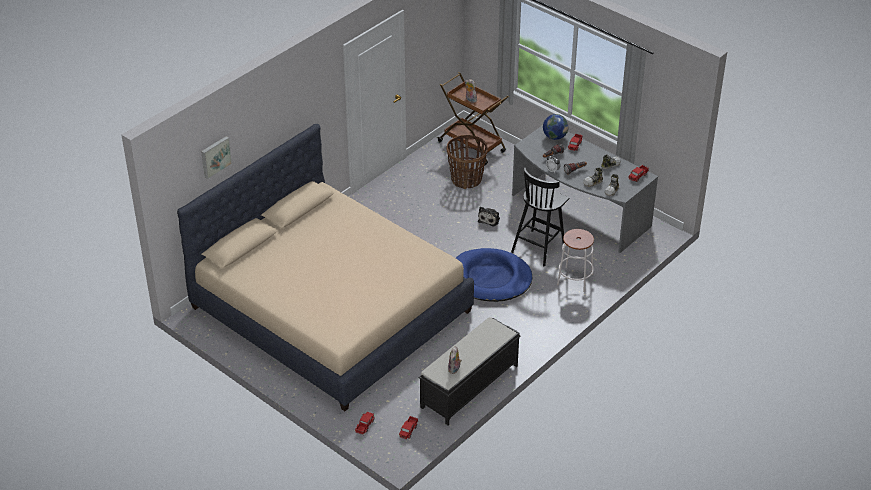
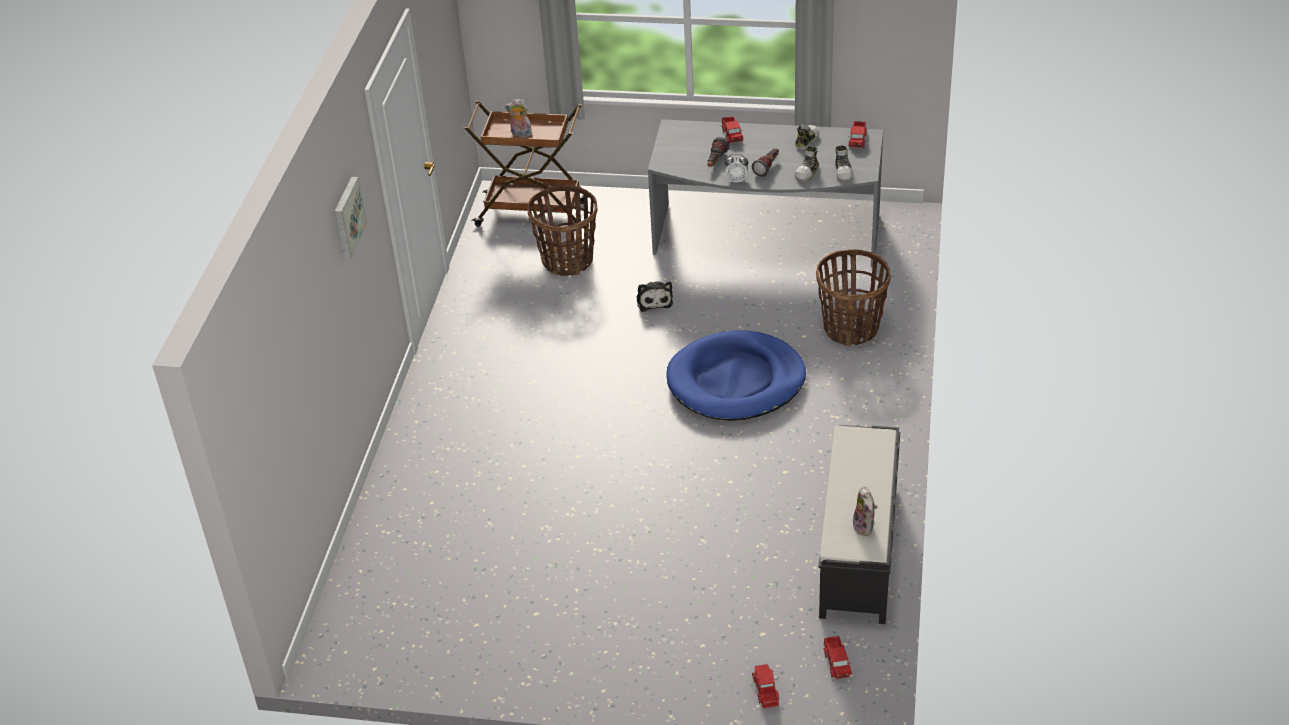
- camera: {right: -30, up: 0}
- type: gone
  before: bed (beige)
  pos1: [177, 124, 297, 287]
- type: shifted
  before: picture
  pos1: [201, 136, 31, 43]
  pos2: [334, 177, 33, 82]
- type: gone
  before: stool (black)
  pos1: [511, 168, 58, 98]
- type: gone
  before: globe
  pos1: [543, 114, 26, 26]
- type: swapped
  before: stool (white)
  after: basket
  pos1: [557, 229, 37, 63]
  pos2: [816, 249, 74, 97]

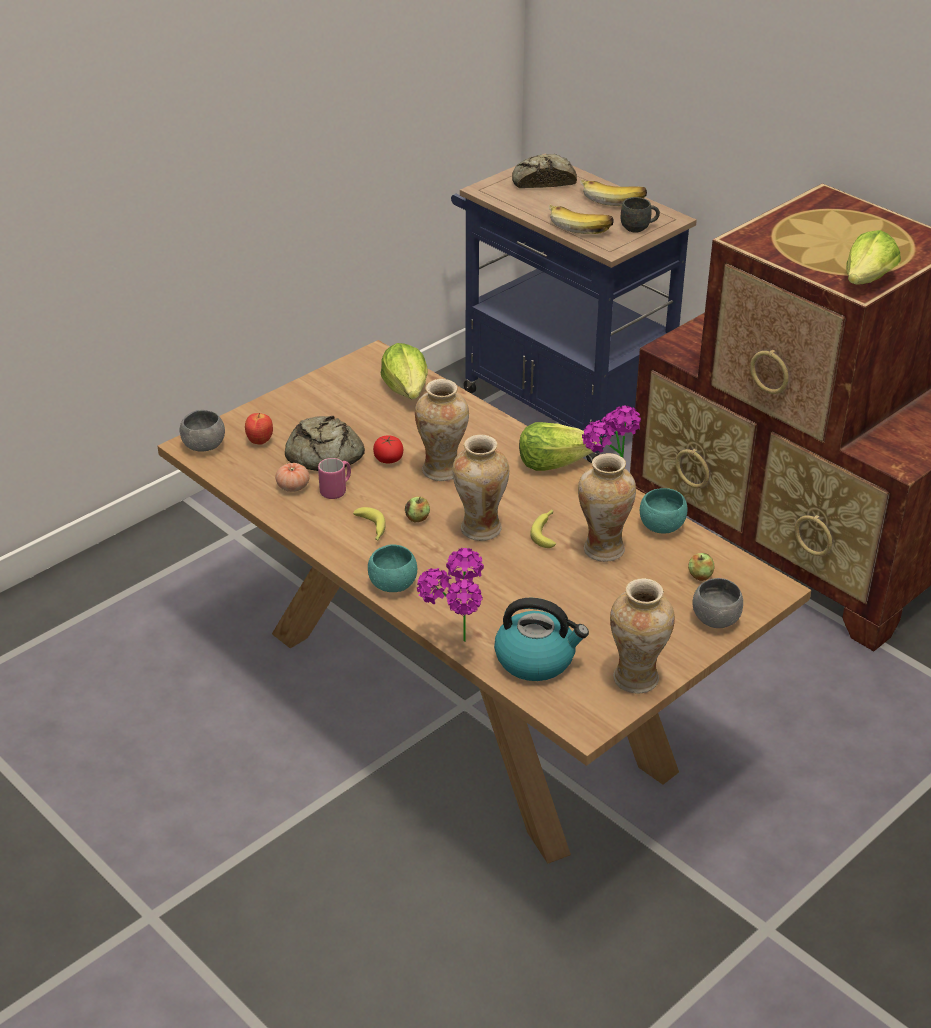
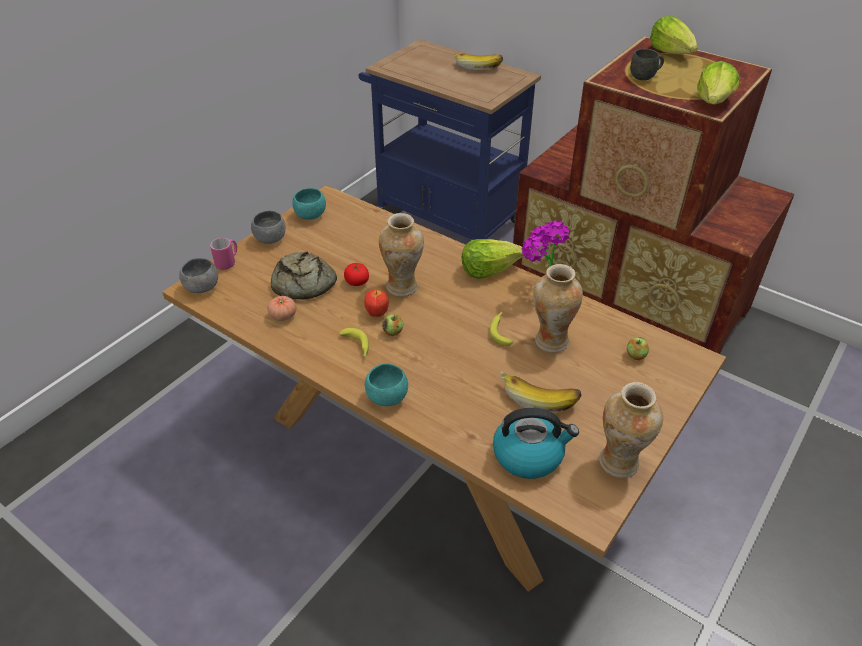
- camera: {right: -10, up: 5}
- type: shifted
  before: apple
  pos1: [245, 413, 28, 32]
  pos2: [364, 290, 25, 27]
- type: shifted
  before: mug (pink)
  pos1: [318, 458, 33, 41]
  pos2: [210, 238, 27, 32]
- type: shifted
  before: lettuce
  pos1: [381, 343, 47, 56]
  pos2: [650, 16, 48, 38]
- type: gone
  before: potted plant
  pos1: [417, 548, 67, 94]
- type: gone
  before: vase
  pos1: [452, 434, 57, 107]
- type: gone
  before: bread
  pos1: [512, 154, 65, 34]
- type: shifted
  before: banana
  pos1: [549, 204, 64, 30]
  pos2: [500, 371, 81, 42]
- type: shifted
  before: mug (grey)
  pos1: [621, 197, 39, 36]
  pos2: [630, 49, 34, 32]
- type: shifted
  before: bowl (turquoise)
  pos1: [640, 488, 48, 46]
  pos2: [292, 188, 34, 32]
- type: shifted
  before: bowl (grey)
  pos1: [693, 578, 50, 50]
  pos2: [251, 210, 35, 34]

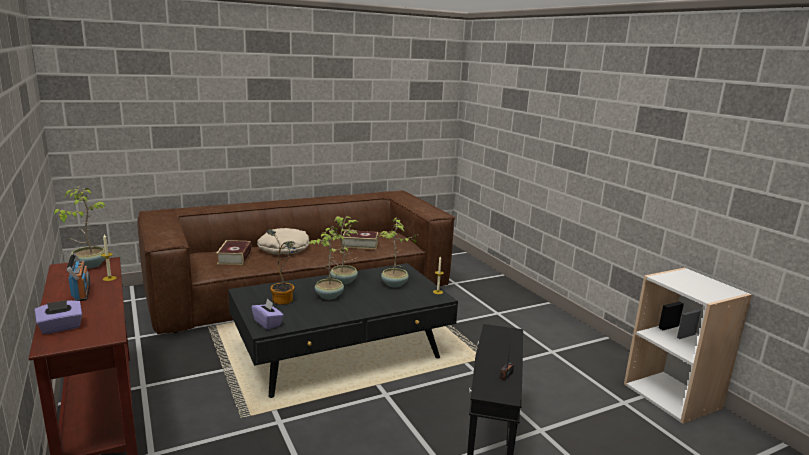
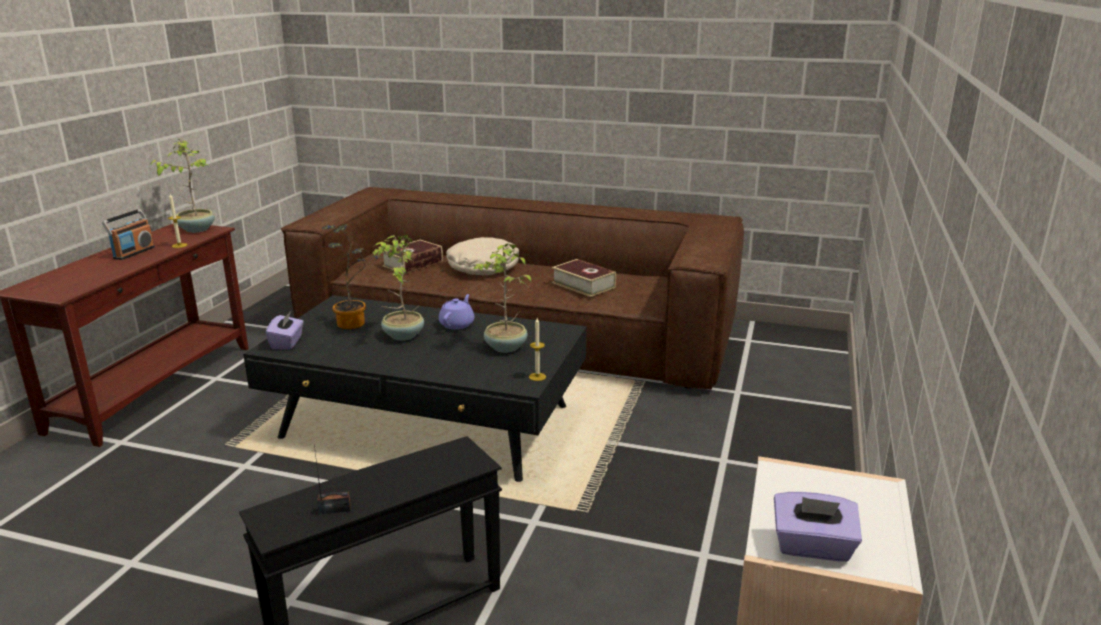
- camera: {right: 45, up: 5}
- type: shifted
  before: tissue box (purple)
  pos1: [35, 300, 47, 34]
  pos2: [774, 492, 88, 70]
- type: swapped
  before: potted plant
  after: teapot (purple)
  pos1: [330, 216, 29, 68]
  pos2: [439, 294, 35, 36]

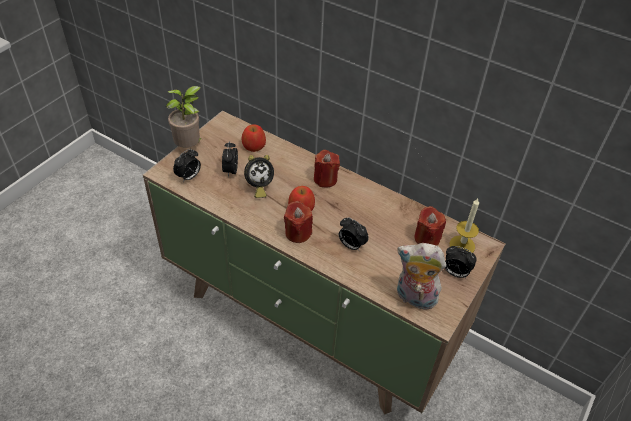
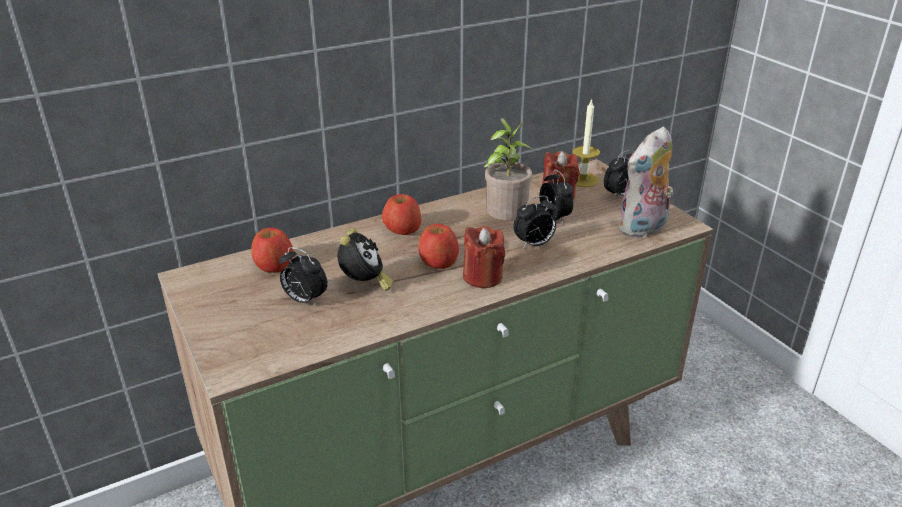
- camera: {right: -60, up: -15}
- type: shifted
  before: potted plant
  pos1: [166, 86, 36, 62]
  pos2: [484, 118, 49, 103]
- type: shifted
  before: alarm clock
  pos1: [173, 149, 28, 34]
  pos2: [540, 169, 33, 54]
- type: swapped
  before: candle (red)
  after: apple
  pos1: [314, 150, 26, 38]
  pos2: [382, 194, 39, 41]

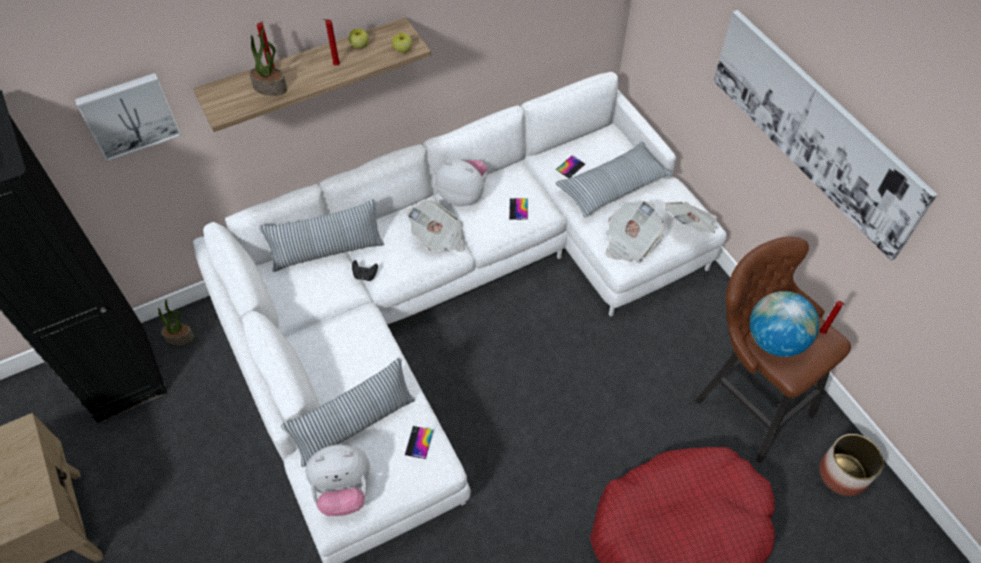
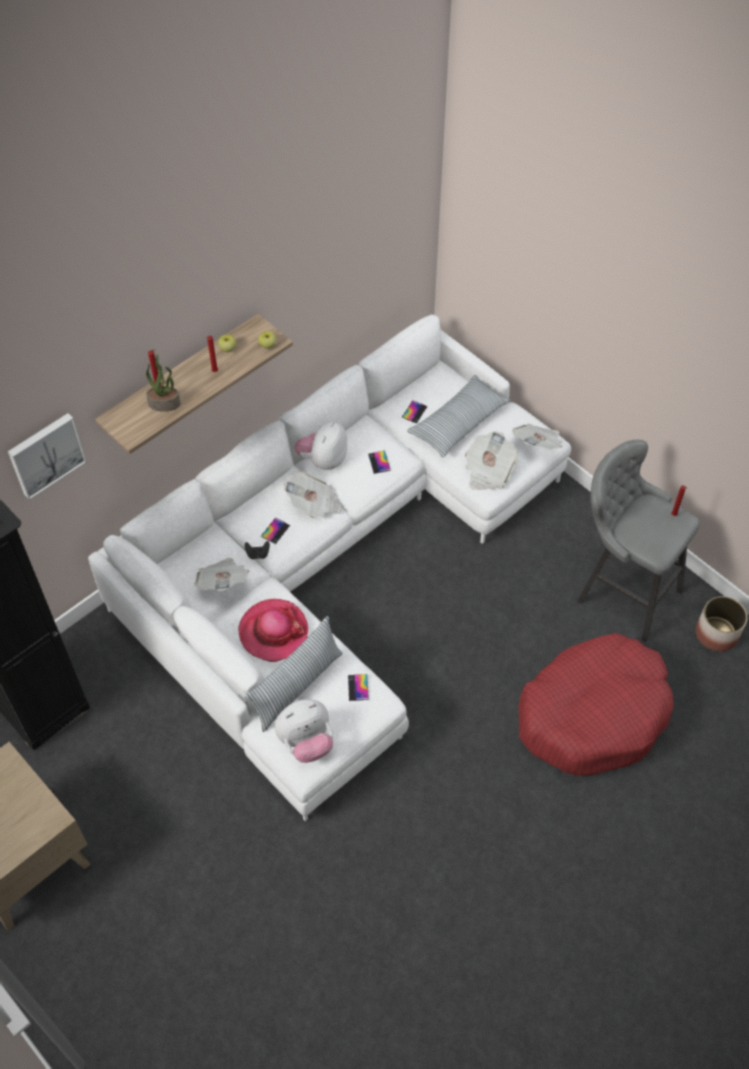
- camera: {right: -15, up: 0}
- type: gone
  before: potted plant
  pos1: [158, 299, 36, 47]
- type: gone
  before: pillow
  pos1: [259, 199, 125, 73]
- type: rotated
  before: plush toy
  pos1: [435, 160, 52, 46]
  pos2: [294, 421, 53, 49]
  turn: -75
- type: repainted
  before: stool (brown)
  after: stool (grey)
  pos1: [695, 237, 156, 227]
  pos2: [577, 440, 123, 203]
- type: gone
  before: picture
  pos1: [714, 10, 224, 251]
- type: gone
  before: globe
  pos1: [750, 291, 69, 66]
- type: new
  after: newspaper
  pos2: [194, 558, 55, 33]
- type: new
  after: hat
  pos2: [239, 599, 69, 63]
- type: new
  after: phone
  pos2: [261, 518, 29, 26]

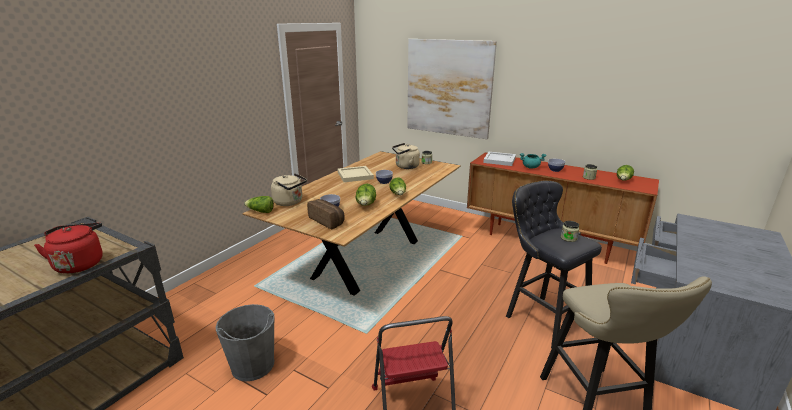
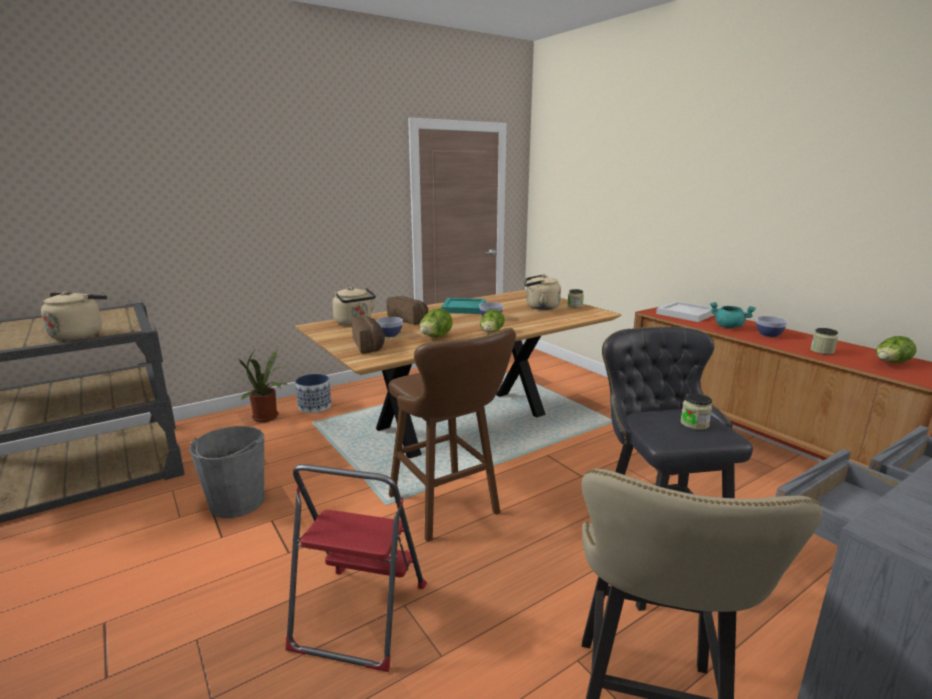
- camera: {right: 25, up: -5}
- type: repainted
  before: kettle (red)
  after: kettle (beige)
  pos1: [34, 223, 69, 51]
  pos2: [41, 291, 66, 49]
- type: gone
  before: lettuce
  pos1: [244, 196, 30, 17]
- type: repainted
  before: tray (beige)
  after: tray (turquoise)
  pos1: [338, 166, 36, 16]
  pos2: [441, 298, 45, 16]
- type: gone
  before: picture
  pos1: [407, 39, 90, 100]
- type: new
  after: potted plant
  pos2: [238, 348, 50, 74]
- type: new
  after: planter
  pos2: [295, 374, 36, 39]
- type: new
  after: bread
  pos2: [387, 296, 41, 29]
- type: new
  after: stool (brown)
  pos2: [388, 328, 128, 214]

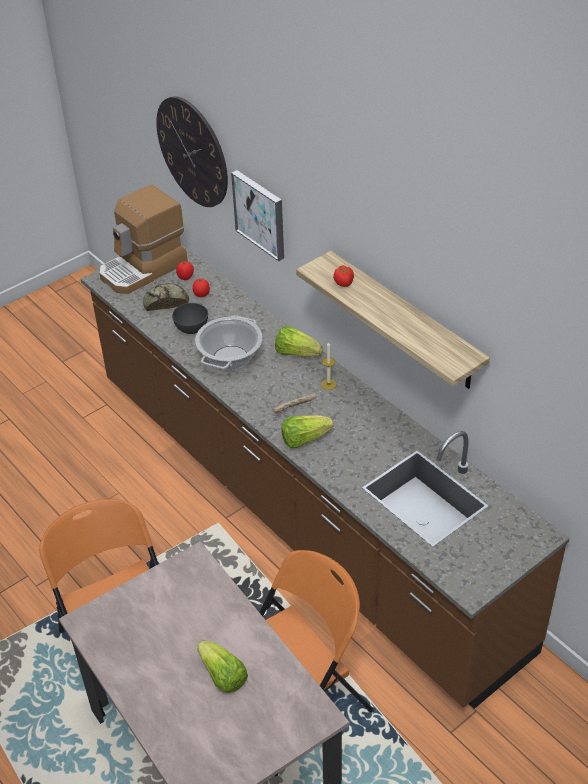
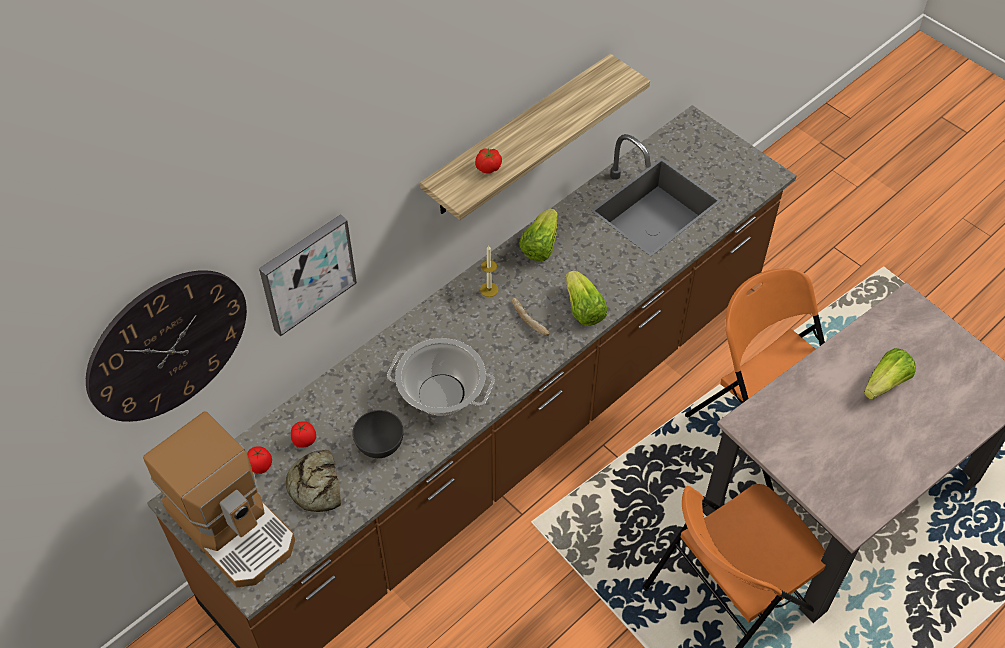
- camera: {right: -95, up: 10}
- type: shifted
  before: lettuce
  pos1: [275, 326, 48, 31]
  pos2: [519, 208, 39, 53]

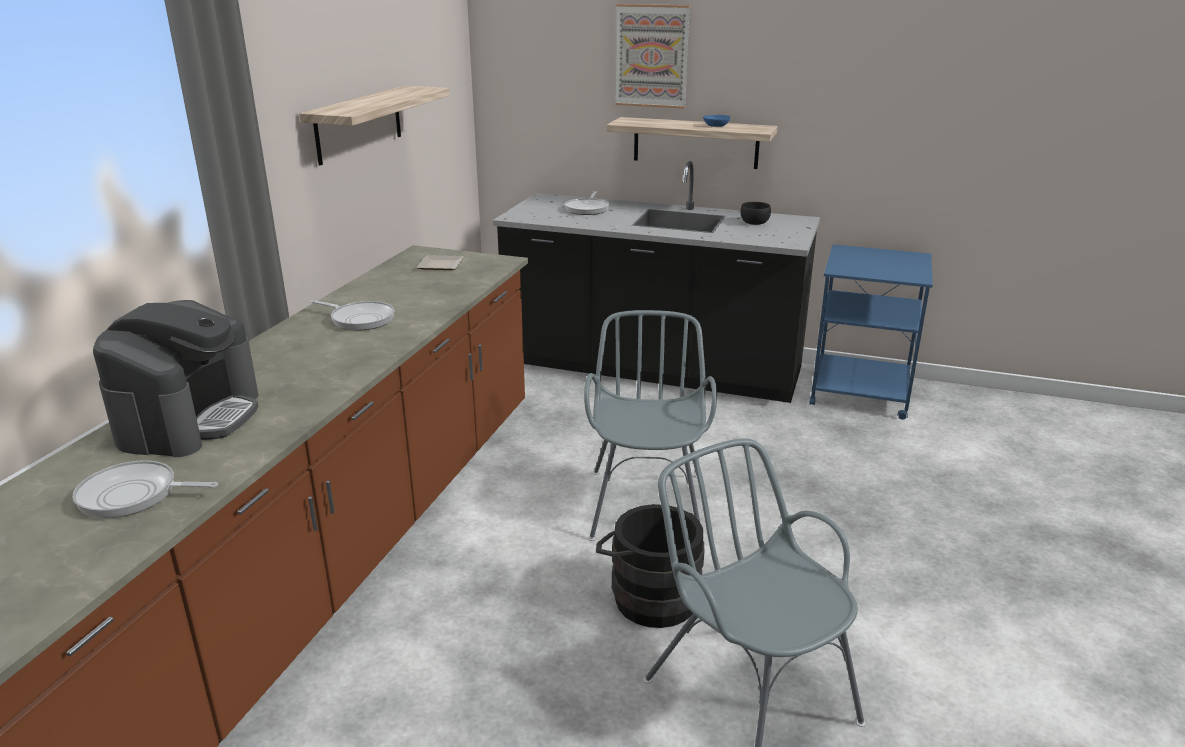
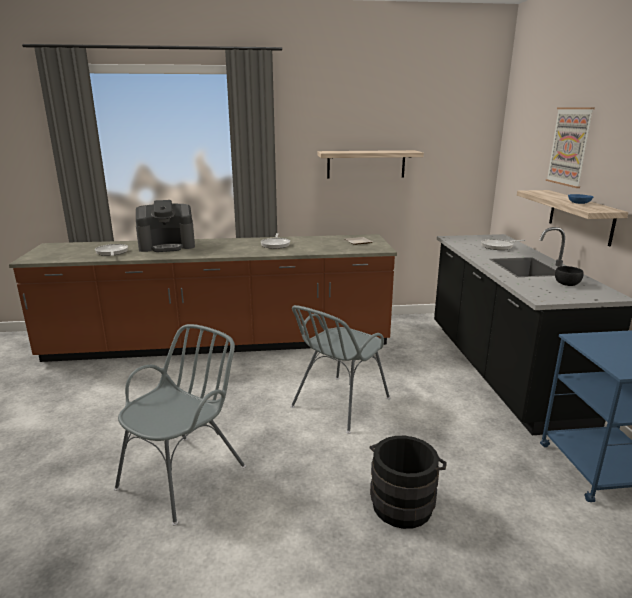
- camera: {right: 65, up: -5}
- type: rotated
  before: chair (grey)
  pos1: [584, 310, 133, 234]
  pos2: [290, 305, 100, 129]
  turn: 150
- type: shifted
  before: bucket (black)
  pos1: [596, 504, 108, 124]
  pos2: [370, 436, 77, 93]

